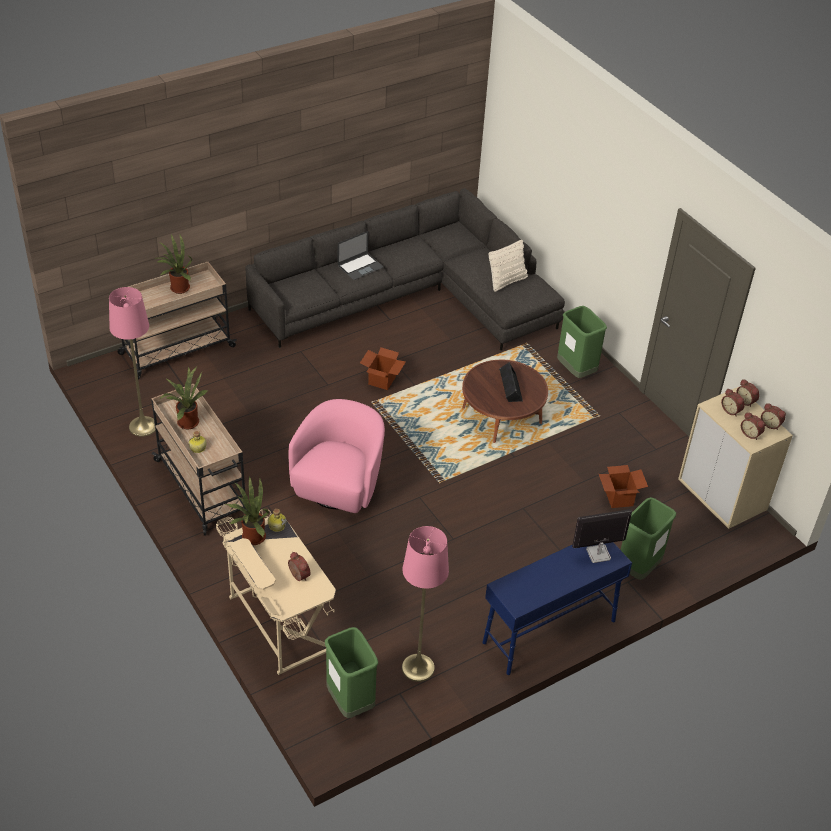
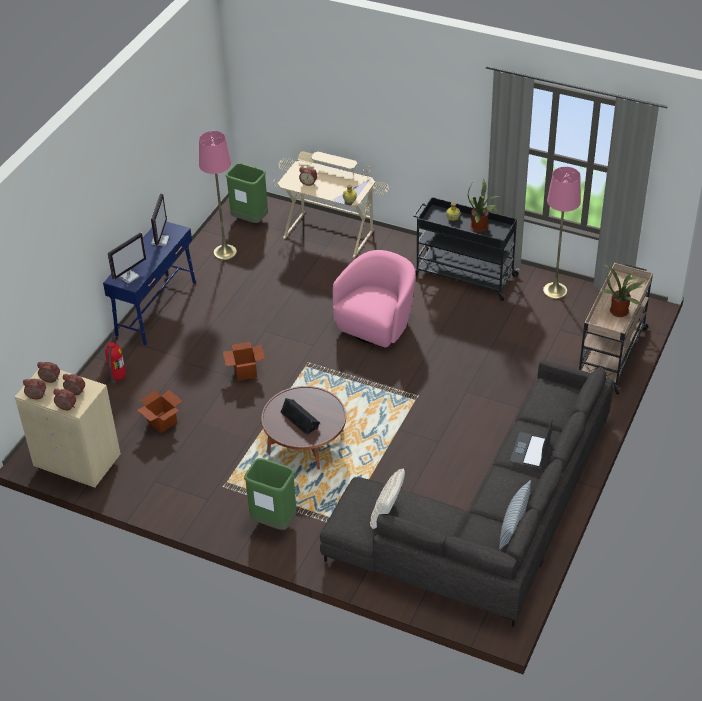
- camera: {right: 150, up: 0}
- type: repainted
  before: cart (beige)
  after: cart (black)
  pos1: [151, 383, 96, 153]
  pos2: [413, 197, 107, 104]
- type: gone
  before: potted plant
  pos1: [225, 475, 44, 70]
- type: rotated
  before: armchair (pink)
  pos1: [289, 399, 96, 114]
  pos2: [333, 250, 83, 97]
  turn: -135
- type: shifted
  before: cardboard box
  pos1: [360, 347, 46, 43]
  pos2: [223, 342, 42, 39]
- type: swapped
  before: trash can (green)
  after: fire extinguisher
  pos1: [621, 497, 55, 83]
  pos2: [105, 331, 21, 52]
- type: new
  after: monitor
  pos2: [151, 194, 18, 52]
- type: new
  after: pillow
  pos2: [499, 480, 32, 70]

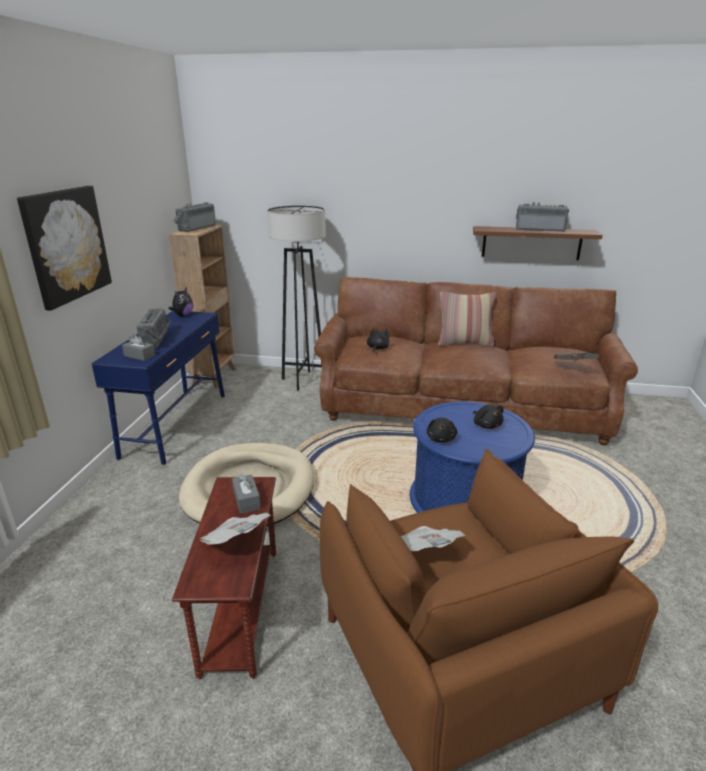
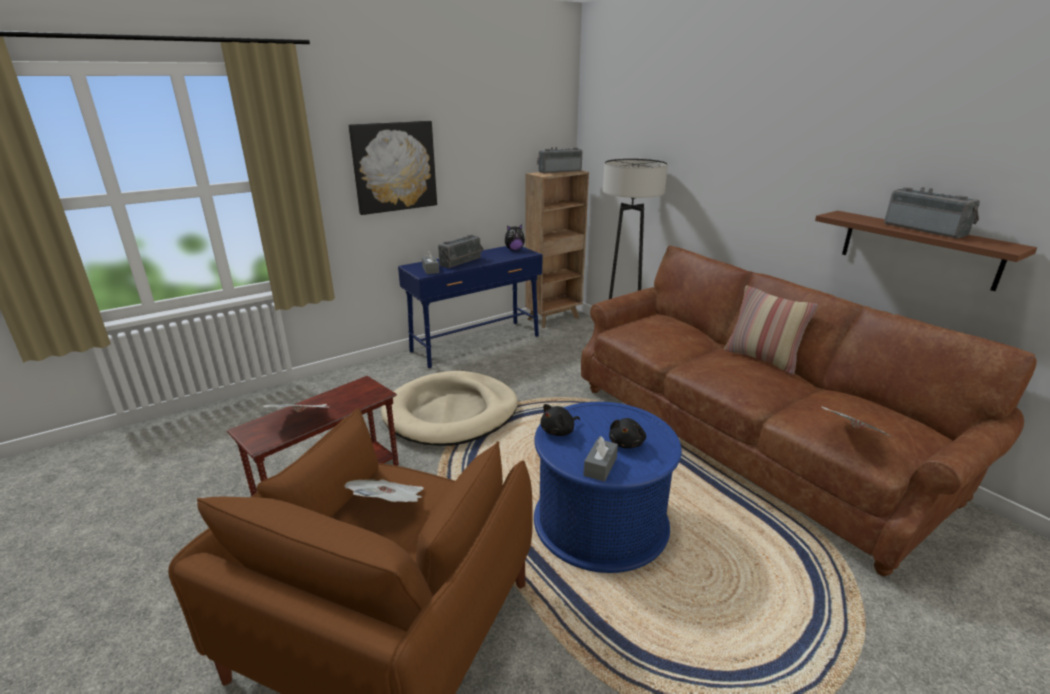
- camera: {right: 45, up: 0}
- type: shifted
  before: tissue box (grey)
  pos1: [232, 473, 29, 41]
  pos2: [584, 436, 34, 46]
- type: gone
  before: plush toy (black)
  pos1: [367, 328, 22, 25]

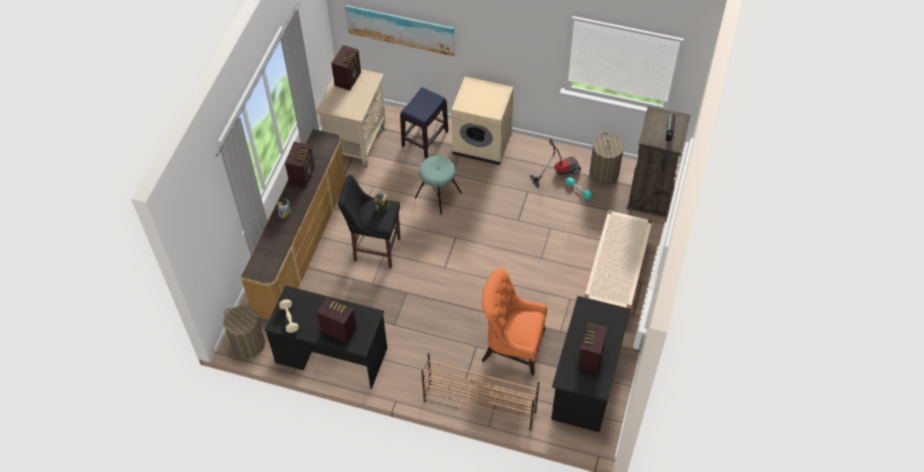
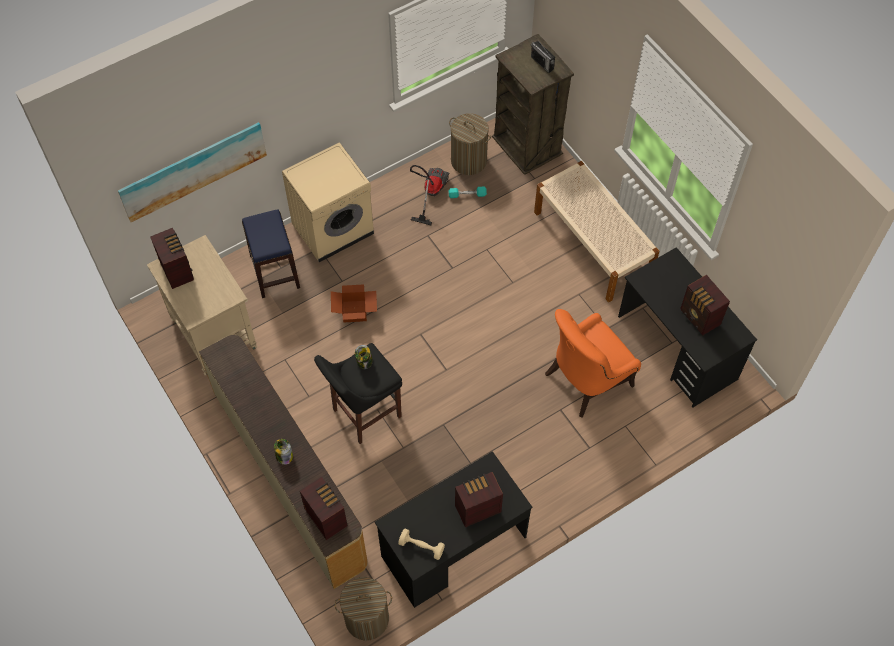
- camera: {right: -50, up: 5}
- type: shifted
  before: radio
  pos1: [285, 142, 30, 46]
  pos2: [300, 477, 48, 63]
- type: swapped
  before: stool (turquoise)
  after: cardboard box
  pos1: [415, 156, 47, 59]
  pos2: [331, 284, 46, 38]
- type: gone
  before: shoe rack (brown)
  pos1: [421, 353, 119, 77]

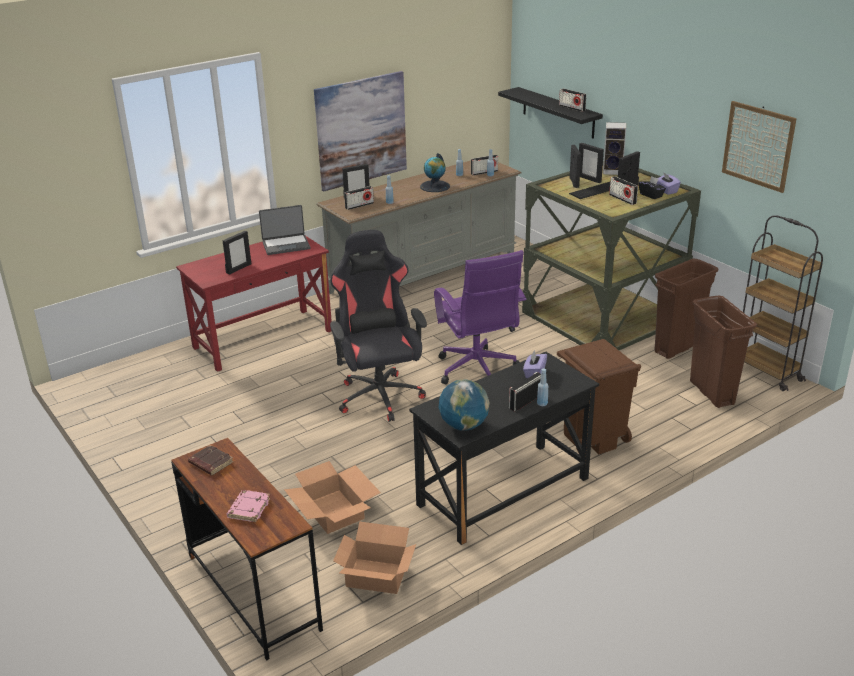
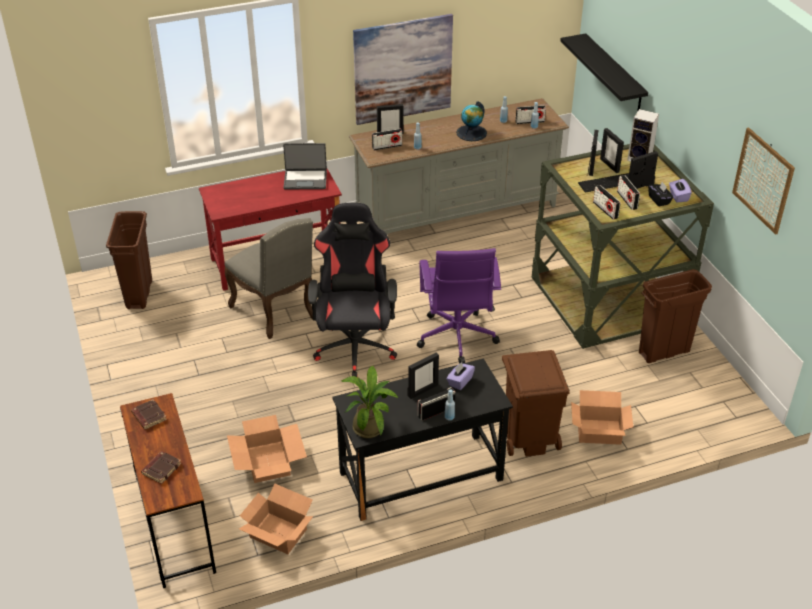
- camera: {right: 15, up: 10}
- type: shifted
  before: picture frame
  pos1: [223, 231, 28, 44]
  pos2: [407, 353, 32, 46]
- type: repainted
  before: book (pink)
  after: book (brown)
  pos1: [227, 490, 43, 32]
  pos2: [141, 451, 41, 33]
- type: swapped
  before: globe
  after: potted plant
  pos1: [438, 379, 52, 52]
  pos2: [341, 366, 57, 72]
- type: shifted
  before: radio
  pos1: [559, 88, 27, 24]
  pos2: [593, 185, 27, 35]
- type: shifted
  before: trash can (brown)
  pos1: [690, 296, 67, 112]
  pos2: [106, 211, 46, 98]
- type: gone
  before: cart (brown)
  pos1: [743, 215, 80, 176]
- type: new
  after: chair (grey)
  pos2: [224, 218, 89, 121]
- type: new
  after: cardboard box
  pos2: [571, 390, 62, 55]

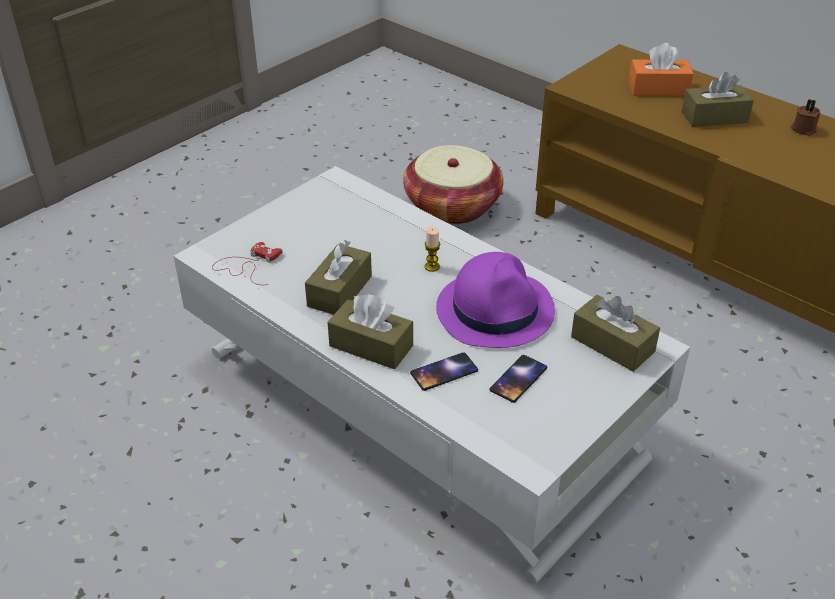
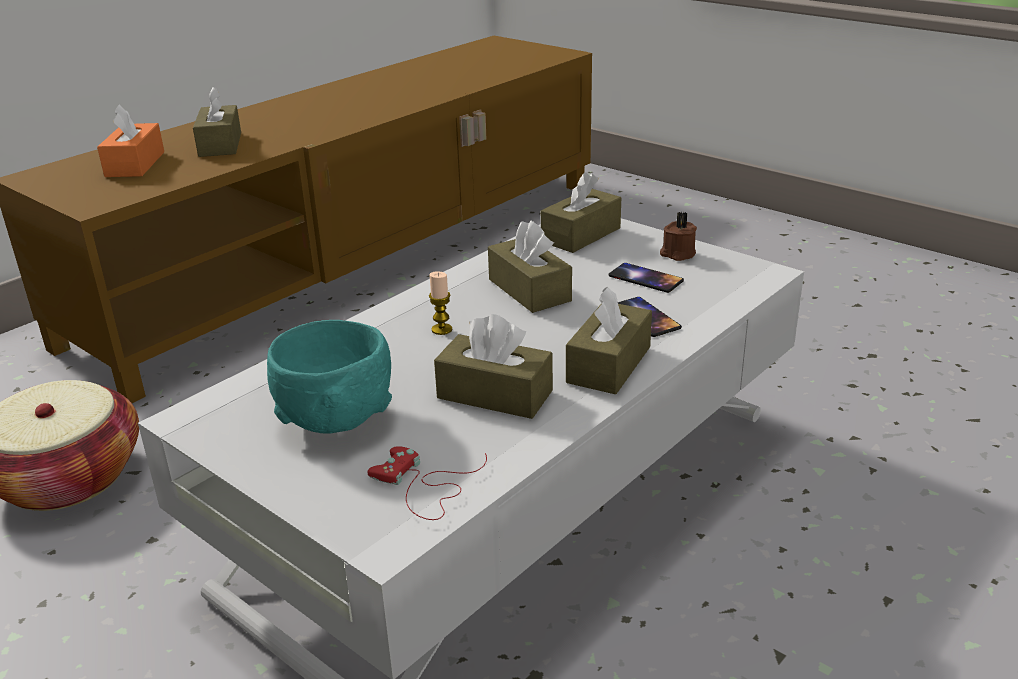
- camera: {right: -90, up: -10}
- type: swapped
  before: hat (purple)
  after: tissue box (brown)
  pos1: [436, 252, 119, 96]
  pos2: [488, 220, 84, 93]
- type: shifted
  before: candle (brown)
  pos1: [791, 99, 29, 37]
  pos2: [660, 212, 37, 49]
- type: new
  after: bowl (turquoise)
  pos2: [267, 320, 125, 113]

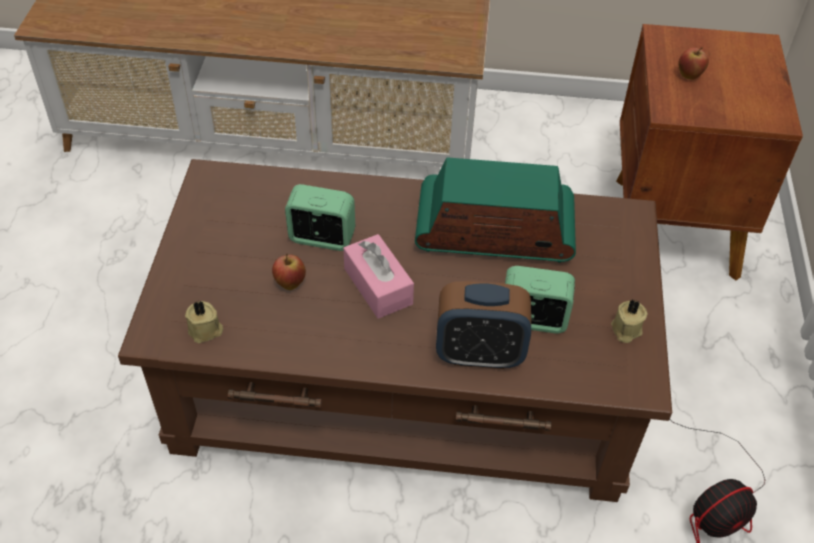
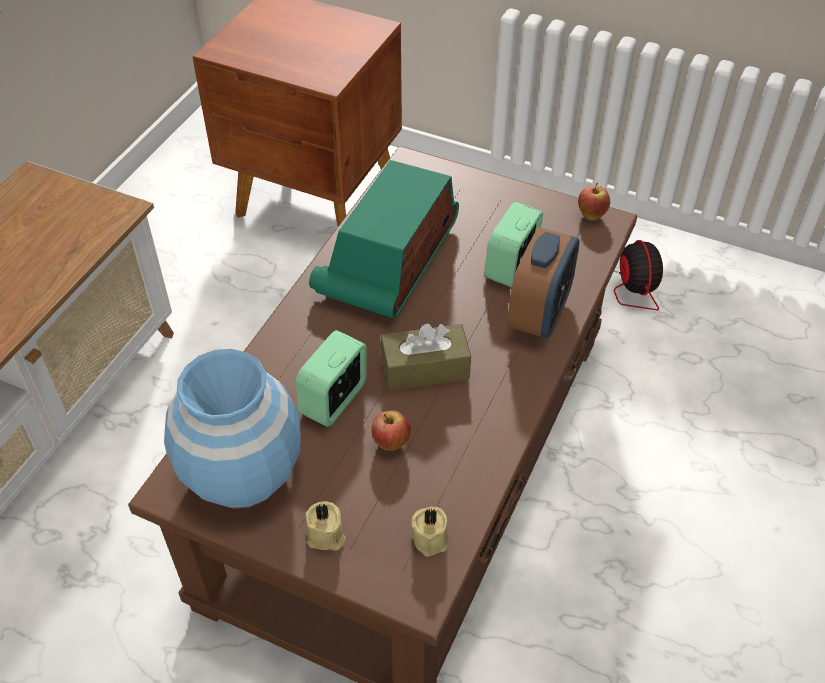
- camera: {right: -70, up: 0}
- type: repainted
  before: tissue box (pink)
  after: tissue box (brown)
  pos1: [343, 234, 71, 85]
  pos2: [380, 323, 91, 68]
- type: shifted
  before: candle (beige)
  pos1: [611, 299, 37, 44]
  pos2: [305, 501, 41, 50]
- type: shifted
  before: apple
  pos1: [678, 47, 31, 33]
  pos2: [578, 183, 32, 38]
- type: new
  after: vase (blue)
  pos2: [164, 349, 137, 160]

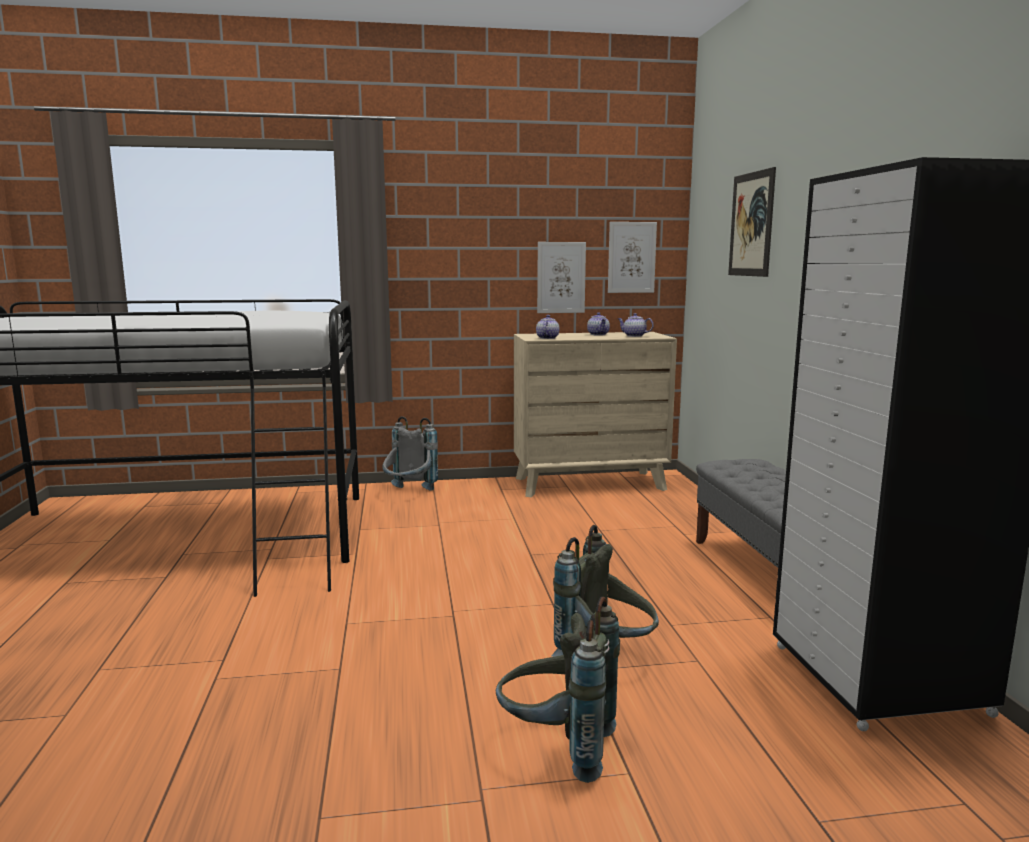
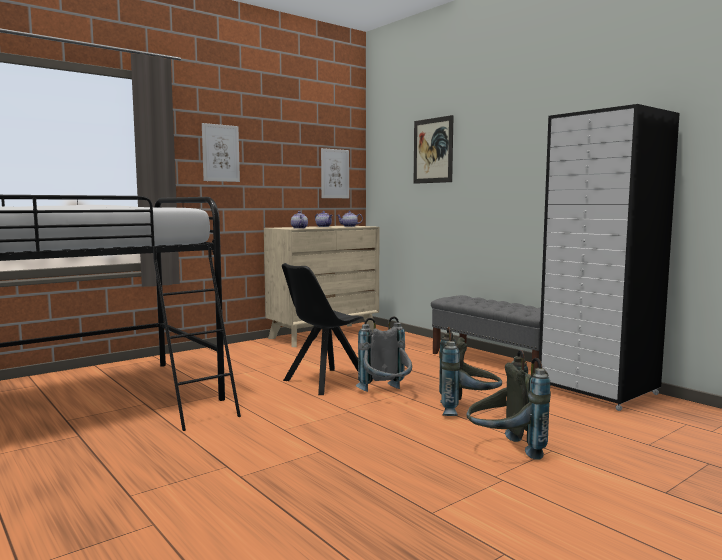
- camera: {right: -30, up: -5}
- type: shifted
  before: backpack (grey)
  pos1: [382, 416, 56, 74]
  pos2: [356, 316, 56, 76]
- type: shifted
  before: picture
  pos1: [537, 242, 49, 71]
  pos2: [202, 123, 38, 59]
- type: new
  after: chair (black)
  pos2: [282, 263, 82, 132]

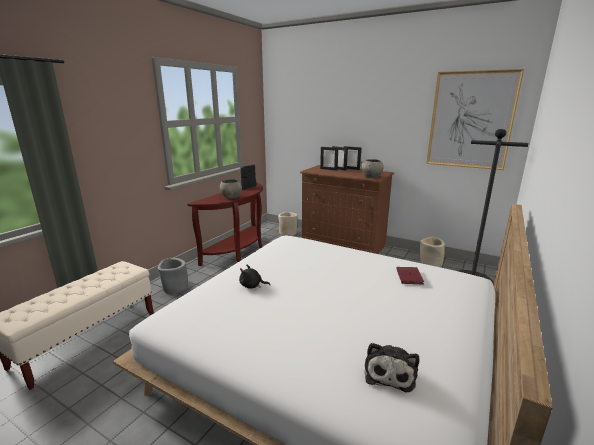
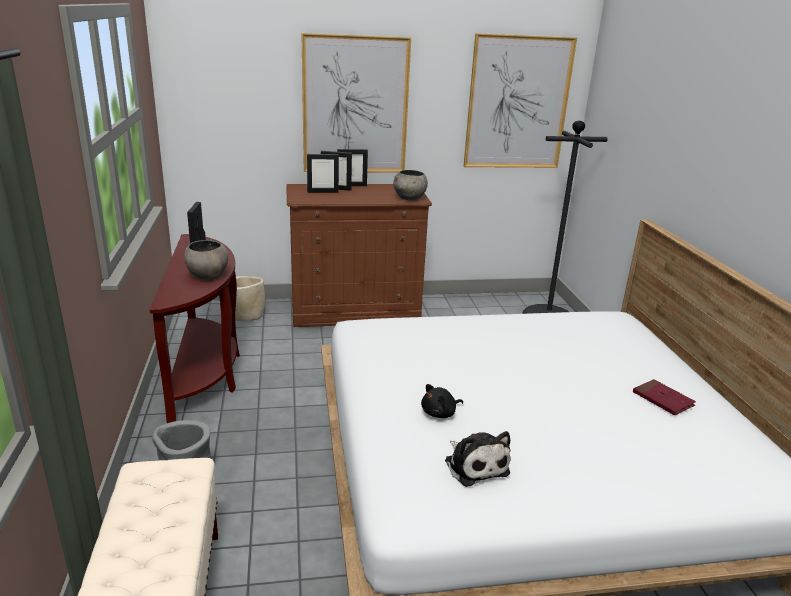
- camera: {right: -40, up: 5}
- type: shifted
  before: plush toy
  pos1: [365, 343, 54, 49]
  pos2: [445, 431, 65, 56]
- type: shifted
  before: book (red)
  pos1: [397, 267, 27, 18]
  pos2: [633, 379, 63, 36]
- type: gone
  before: planter (beige)
  pos1: [420, 236, 25, 31]
- type: new
  after: picture
  pos2: [301, 33, 110, 140]

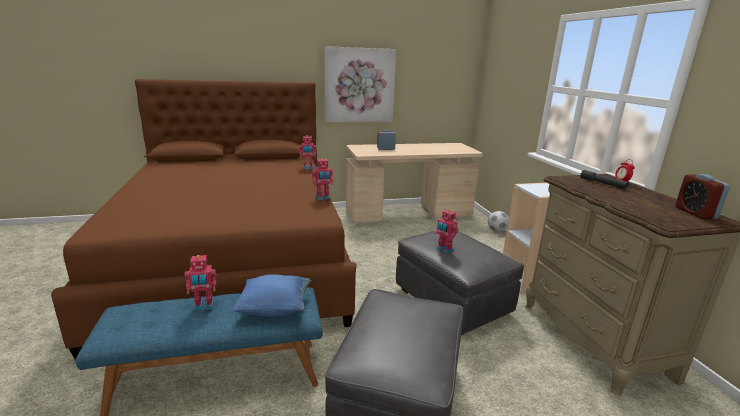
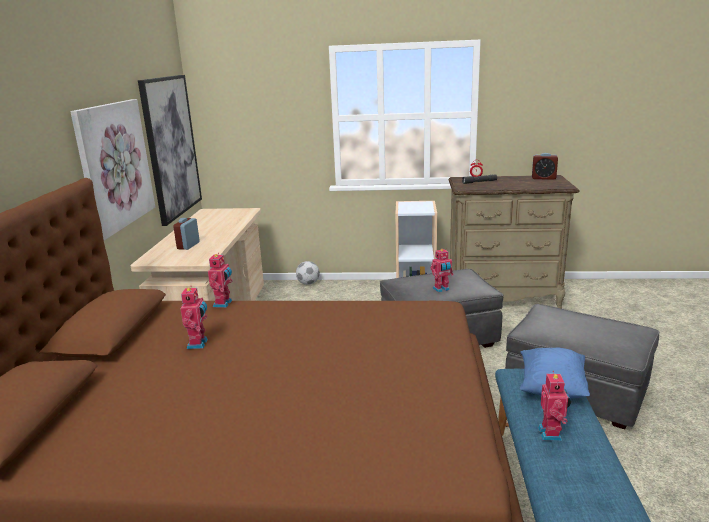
- camera: {right: -70, up: 0}
- type: shifted
  before: toy robot
  pos1: [312, 158, 21, 42]
  pos2: [180, 288, 28, 61]
- type: new
  after: picture
  pos2: [138, 75, 64, 151]

